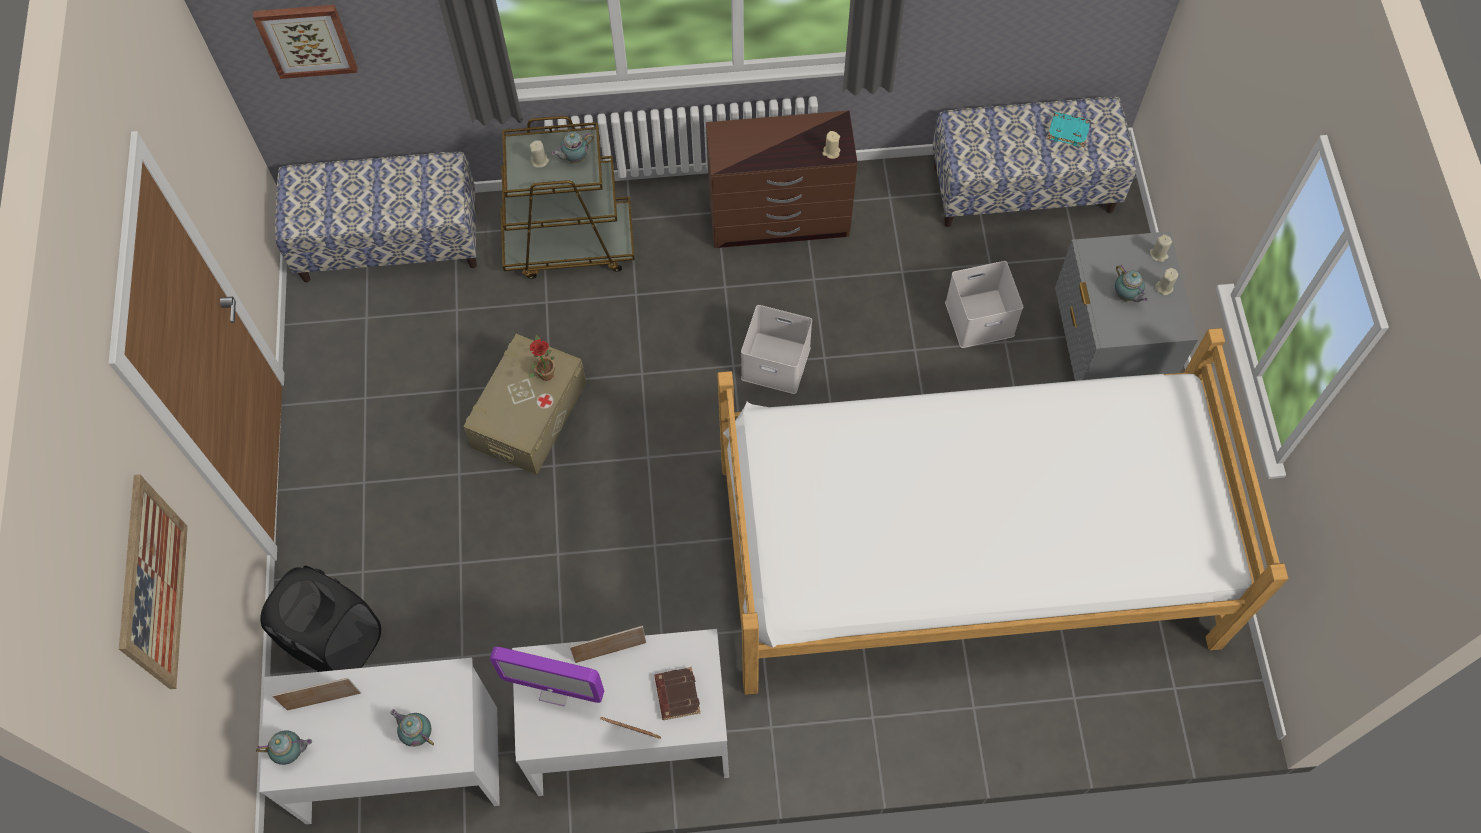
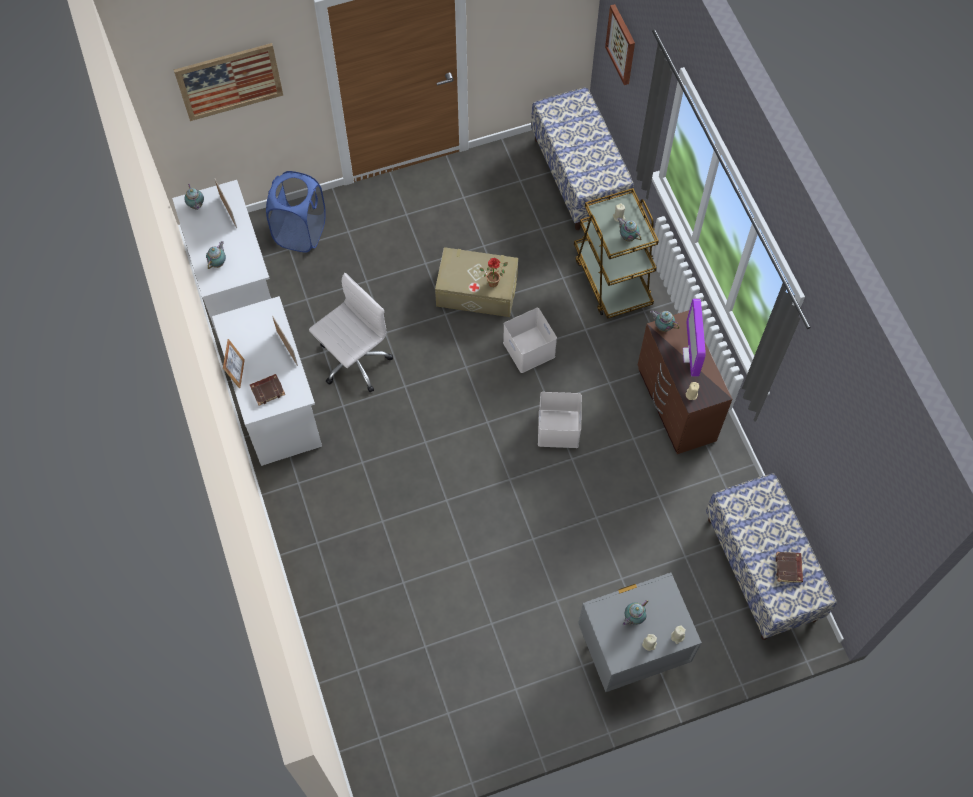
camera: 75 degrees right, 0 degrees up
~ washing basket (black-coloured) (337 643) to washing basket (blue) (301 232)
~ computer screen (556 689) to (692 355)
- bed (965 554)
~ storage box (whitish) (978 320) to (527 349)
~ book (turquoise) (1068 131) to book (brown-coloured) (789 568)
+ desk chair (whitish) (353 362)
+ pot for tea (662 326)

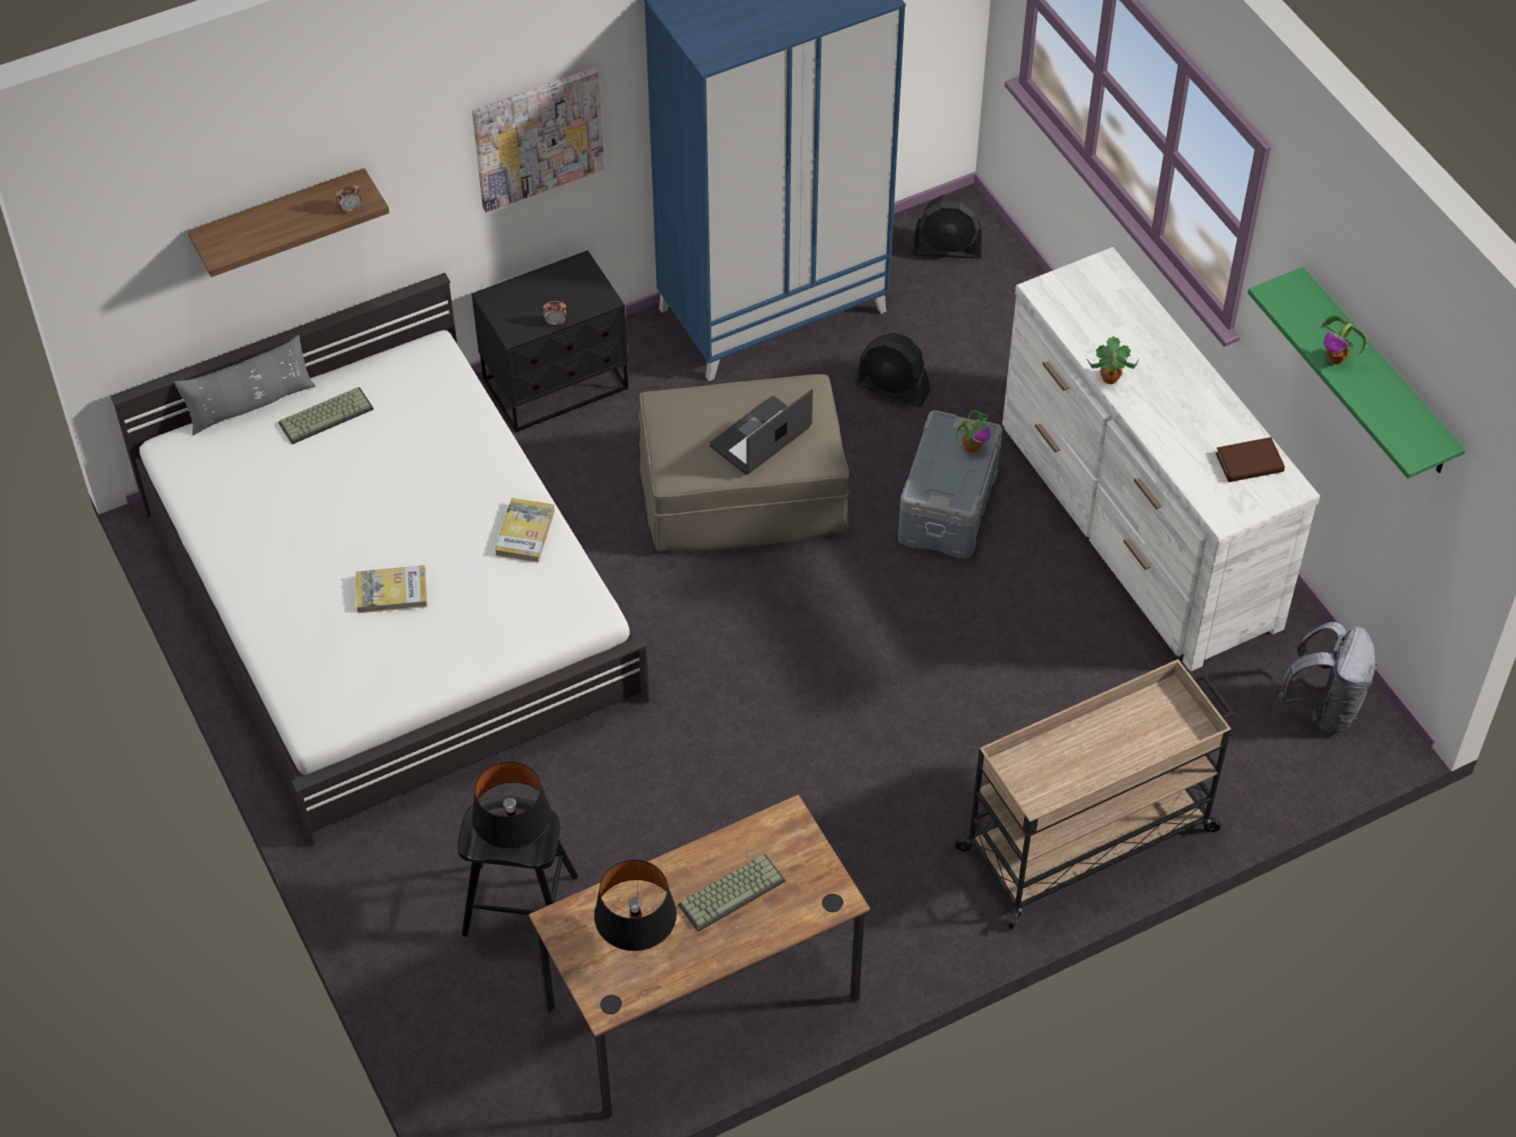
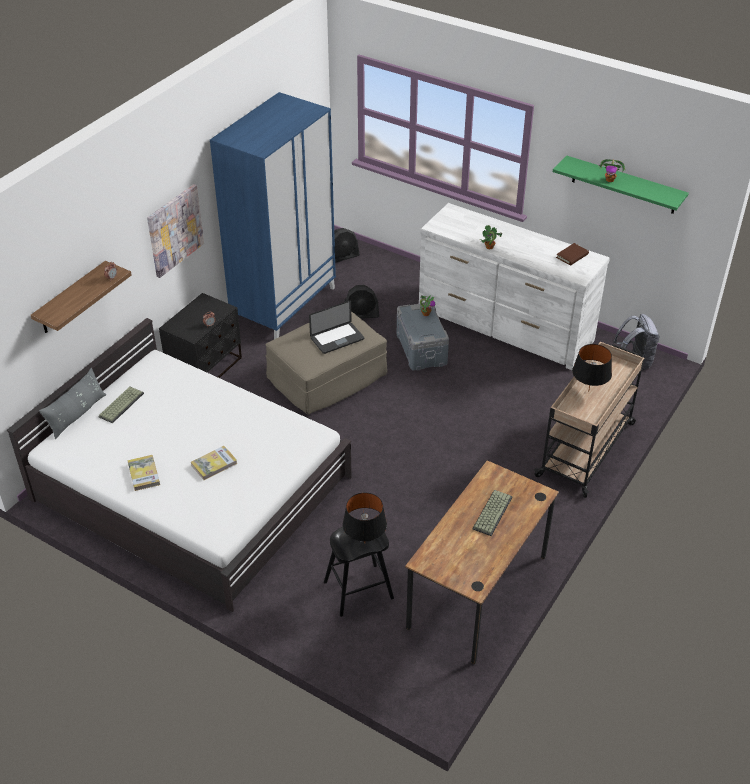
camera: 30 degrees left, 10 degrees down
~ book (525 532) to (144 474)
~ tabletop lamp (black-coloured) (637 941) to (588 391)
~ notebook computer (760 437) = (337 339) 135 degrees counterclockwise

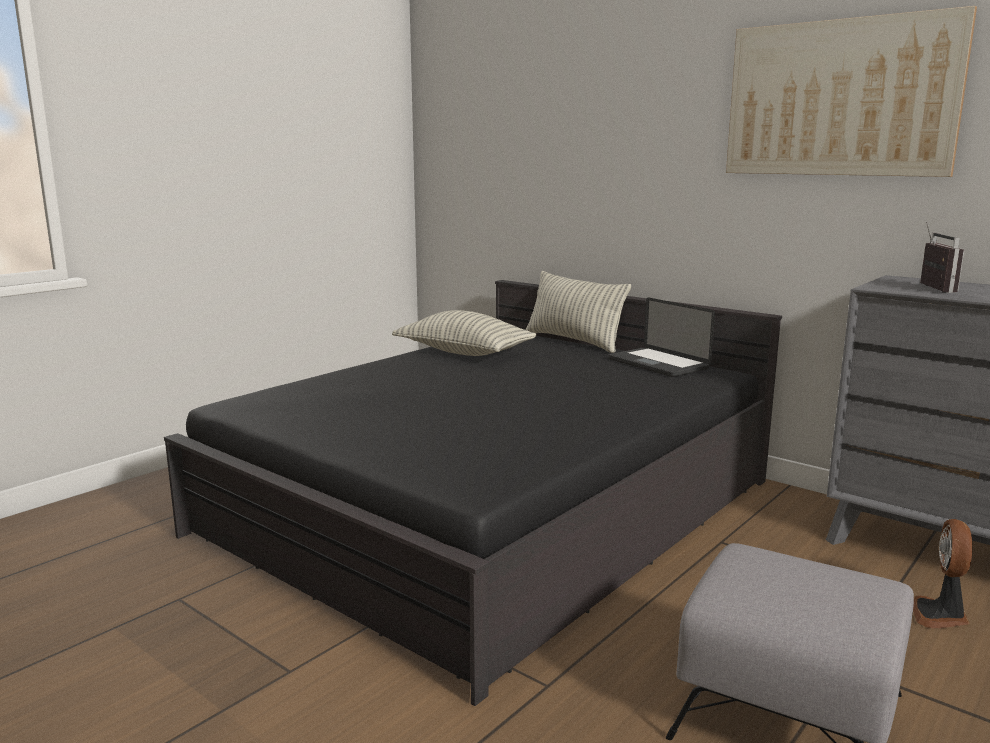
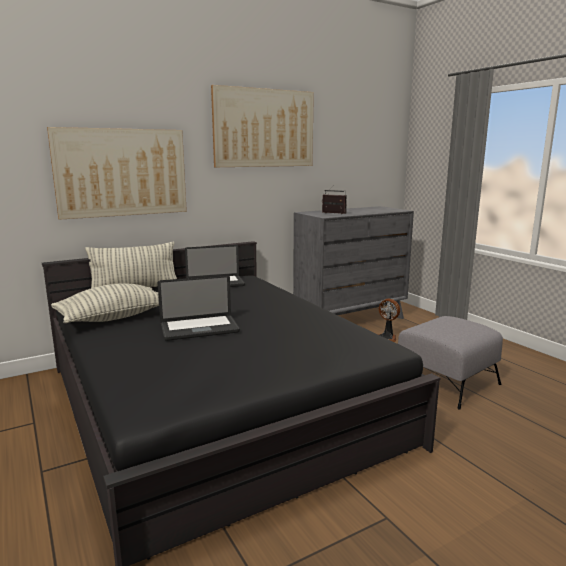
camera: 70 degrees left, 0 degrees up
+ picture (122 172)
+ notebook computer (199 329)

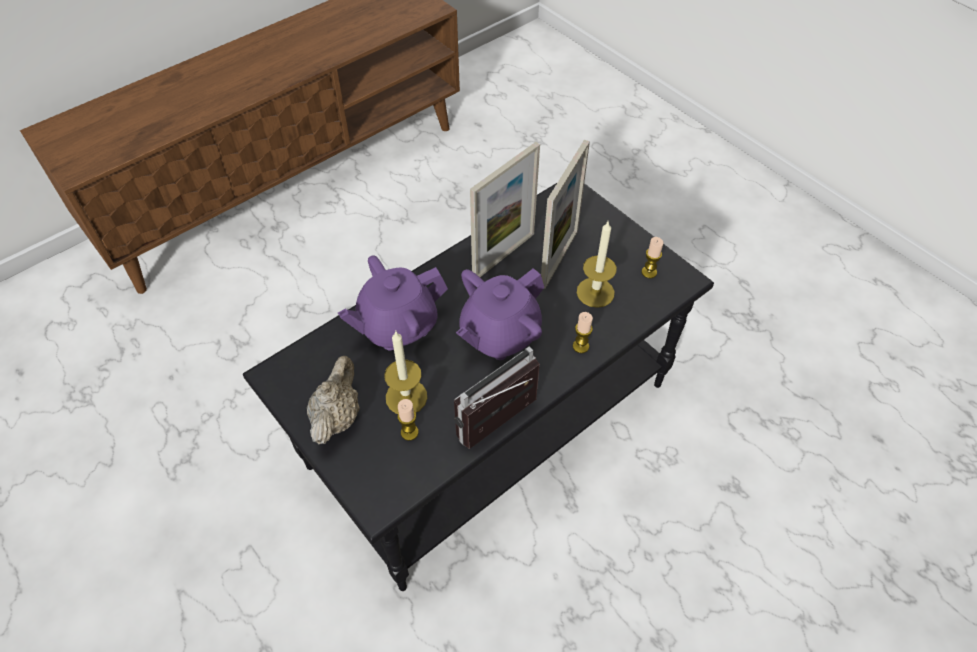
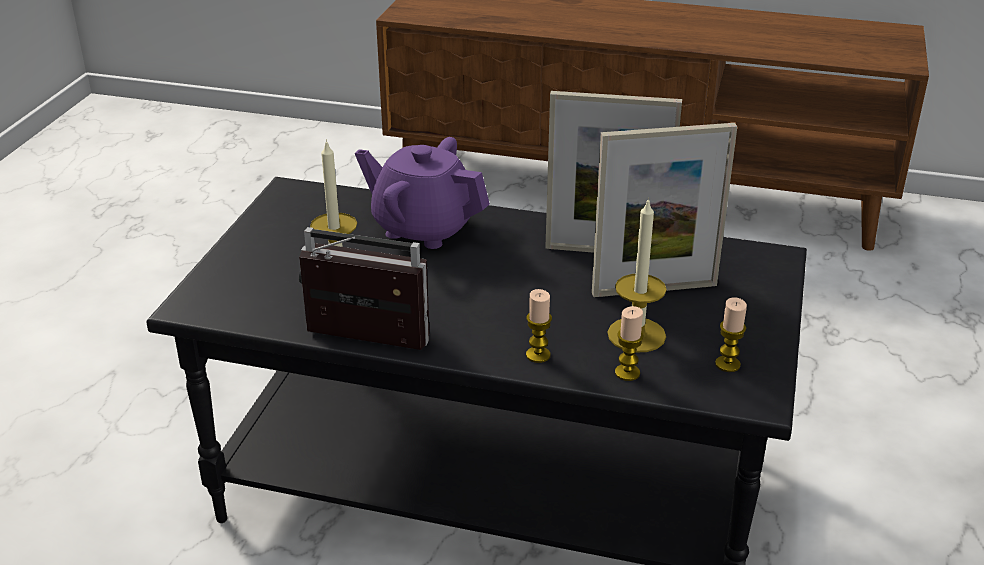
camera: 55 degrees right, 20 degrees down
- pot for tea (beige) (337 417)
~ candle (409 432) to (627 373)
- pot for tea (purple) (499 334)

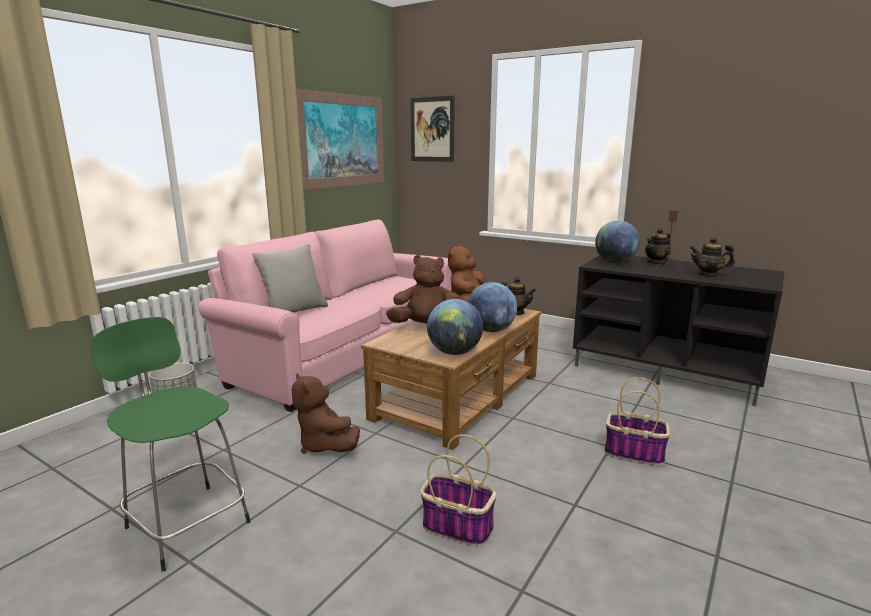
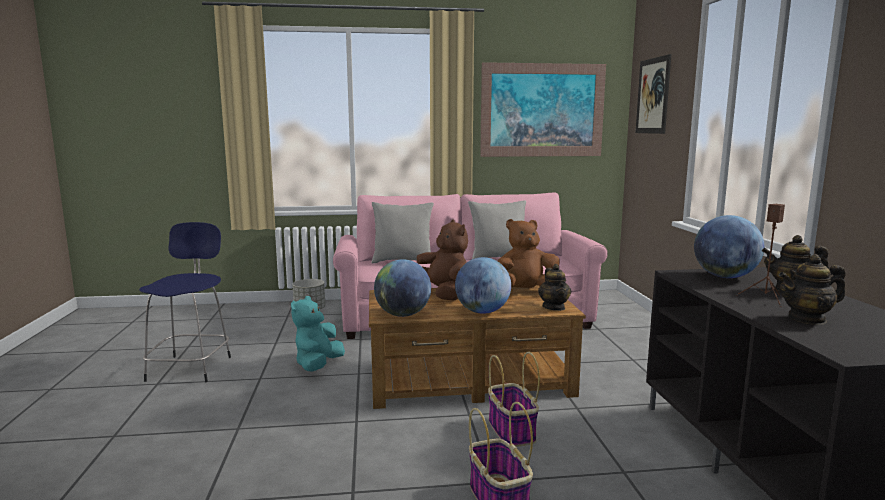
camera: 50 degrees right, 5 degrees down
~ stool seat (green) (186 522) to stool seat (blue) (191 367)
~ plush toy (brown-coloured) (325 445) to plush toy (turquoise) (318 365)
~ basket (456 526) to (511 430)
~ pot for tea (708 275) = (807 319) 75 degrees counterclockwise
+ cushion (greyish) (499 258)

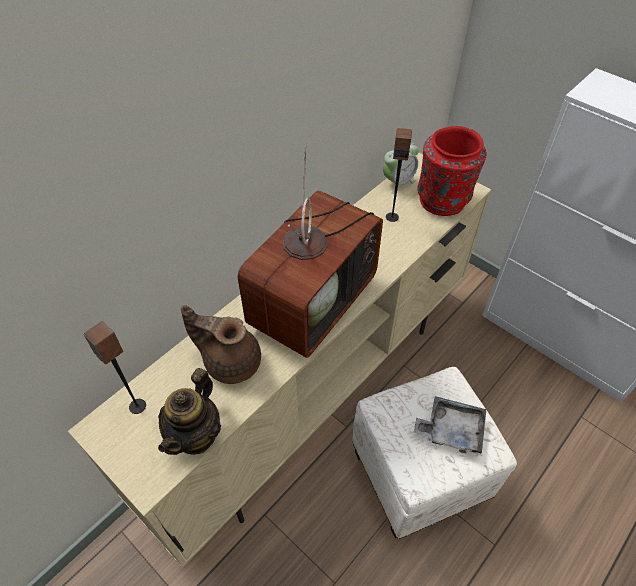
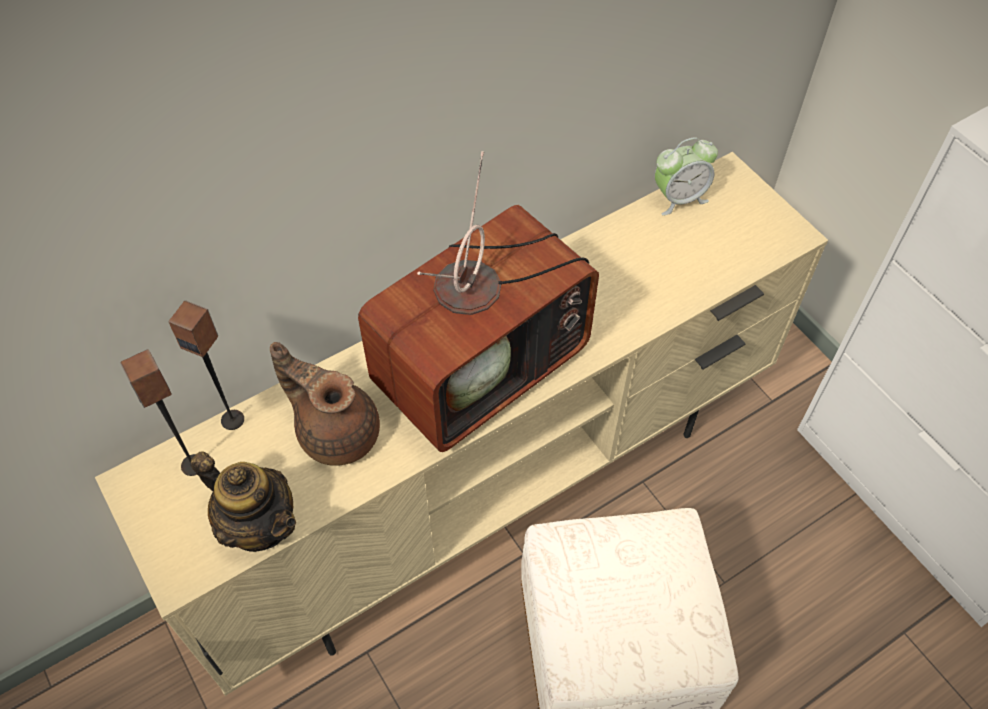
camera: 15 degrees right, 5 degrees up
~ pot for tea (196 434) = (259 524) 90 degrees counterclockwise
~ audio speaker (392 217) to (233 419)
- tray (greyish) (451 430)
- decorative vase (red) (443 200)

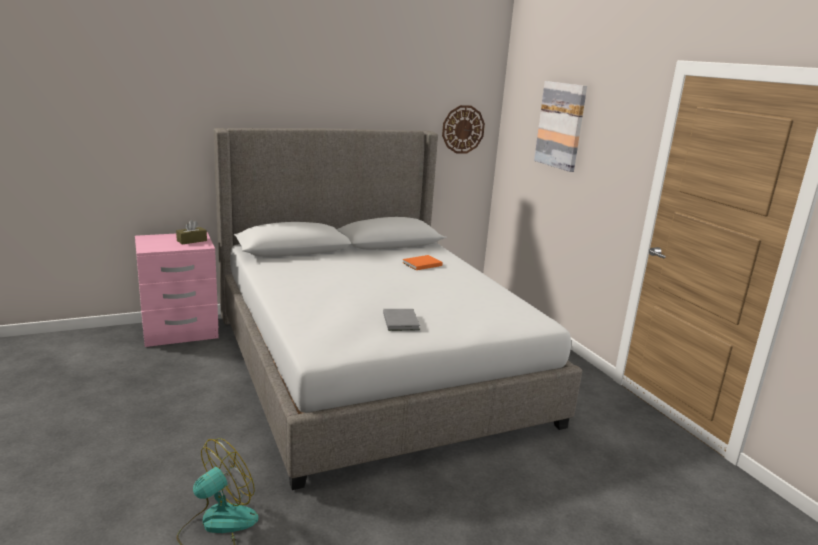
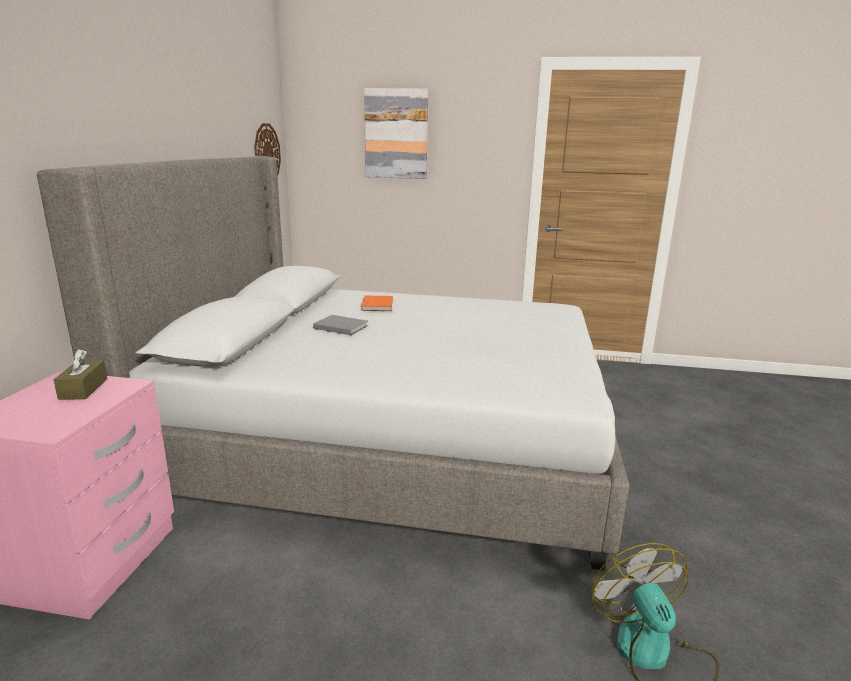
camera: 55 degrees left, 0 degrees up
~ book (greyish) (401 321) to (340 327)

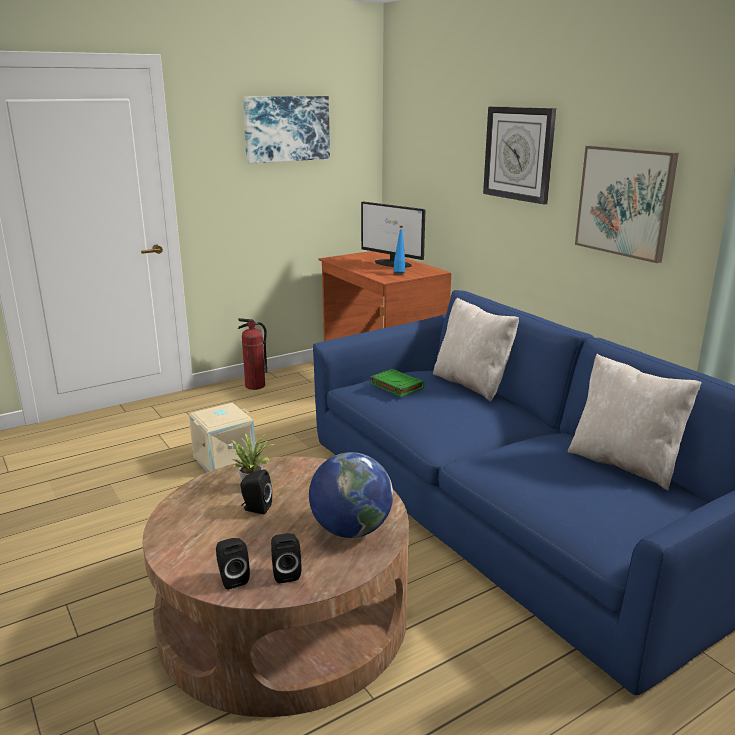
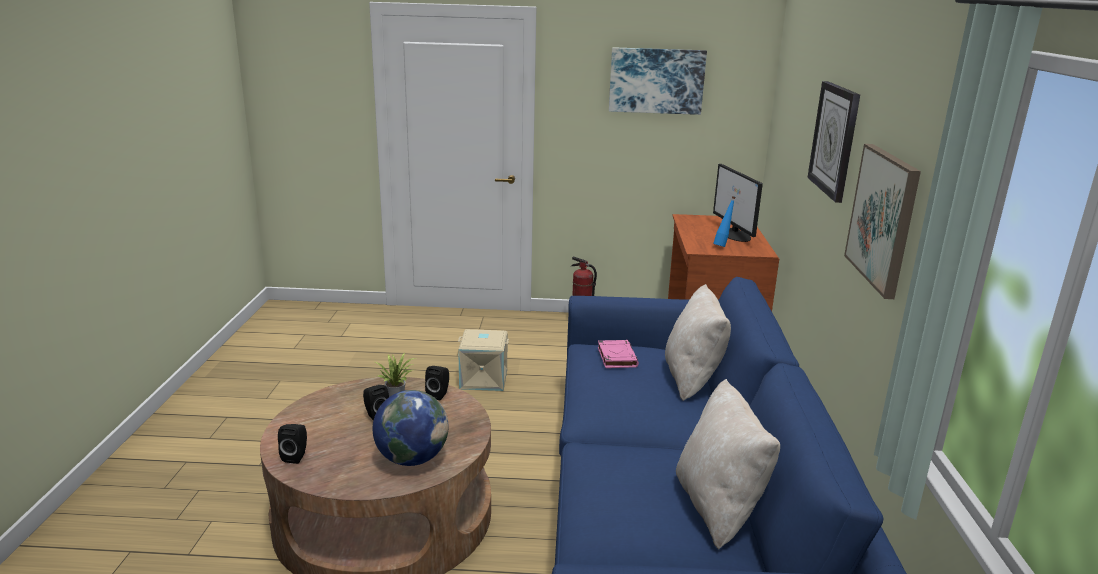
camera: 35 degrees right, 0 degrees up
~ audio speaker (black-coloured) (285 573) to (439 394)
~ book (green) (396 386) to book (pink) (616 357)

